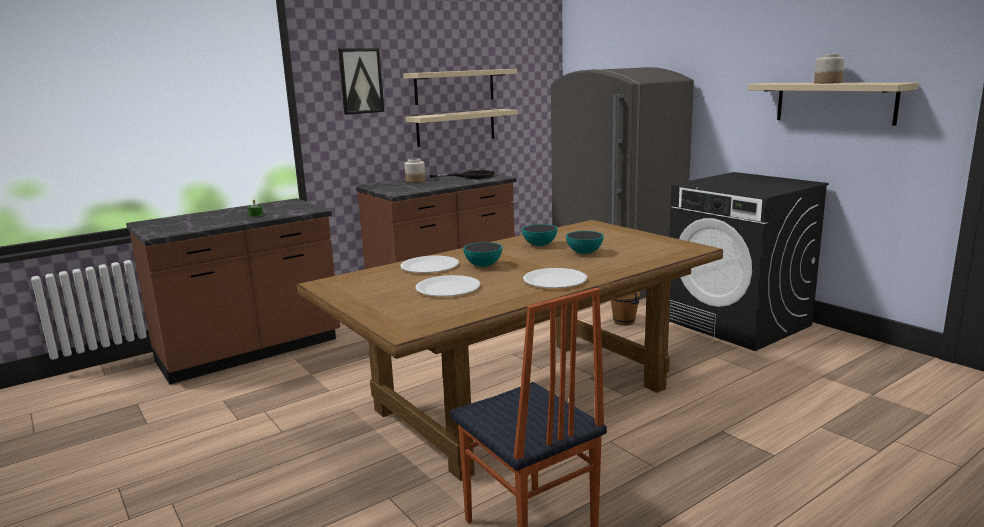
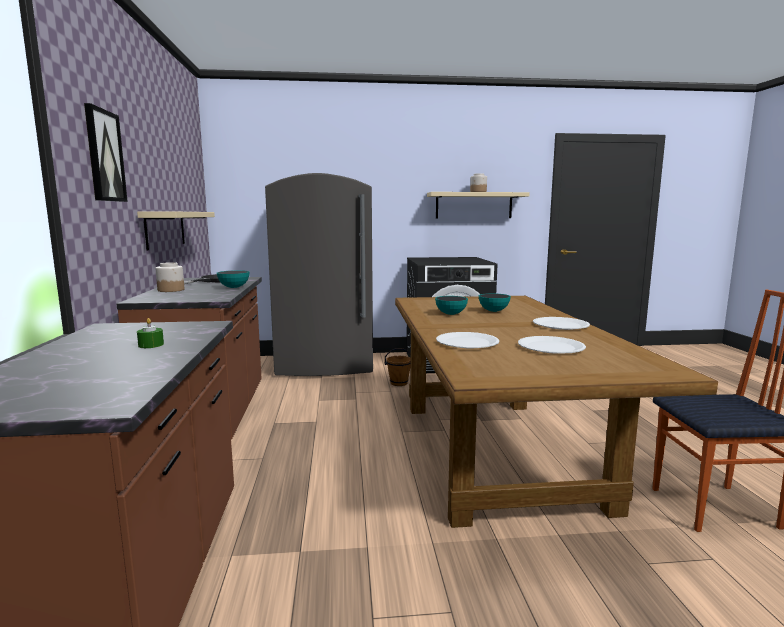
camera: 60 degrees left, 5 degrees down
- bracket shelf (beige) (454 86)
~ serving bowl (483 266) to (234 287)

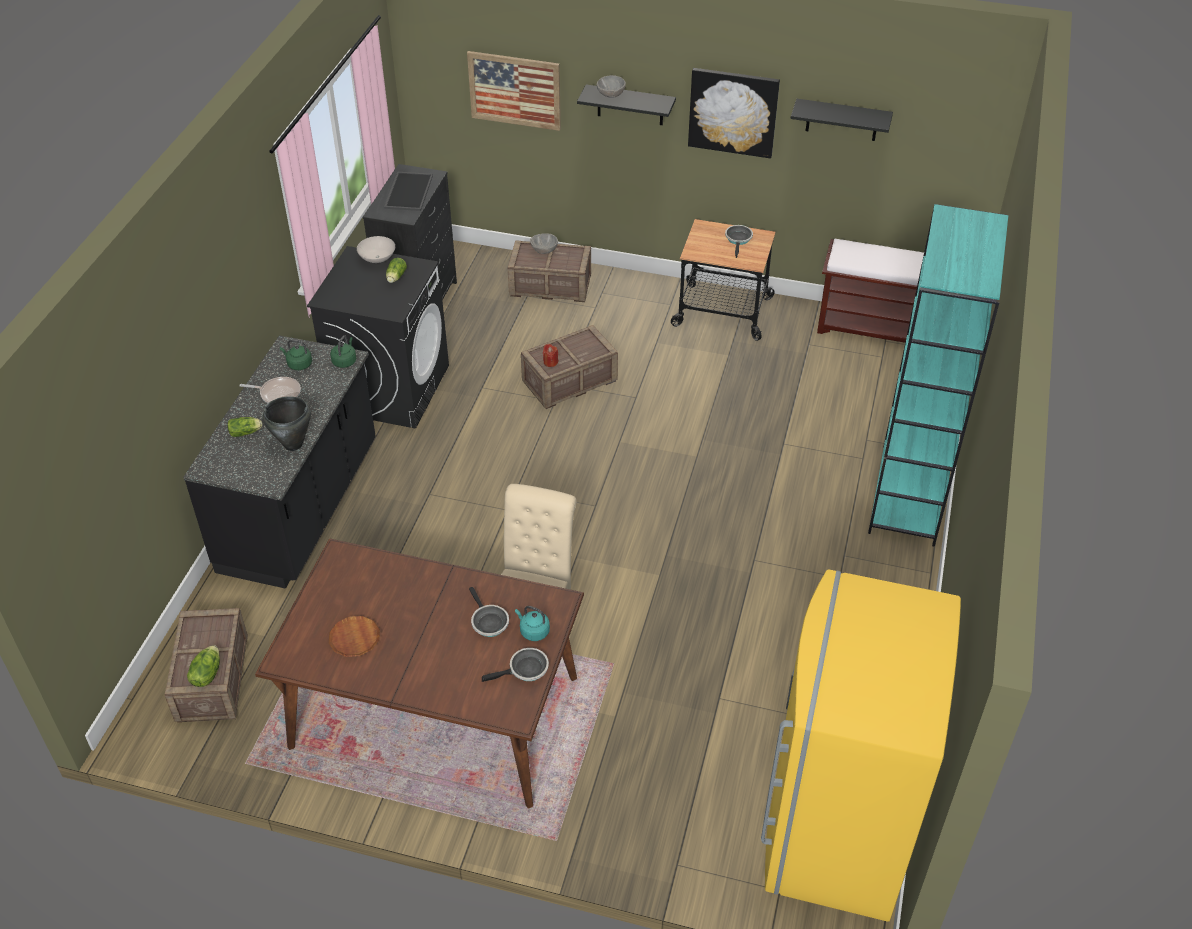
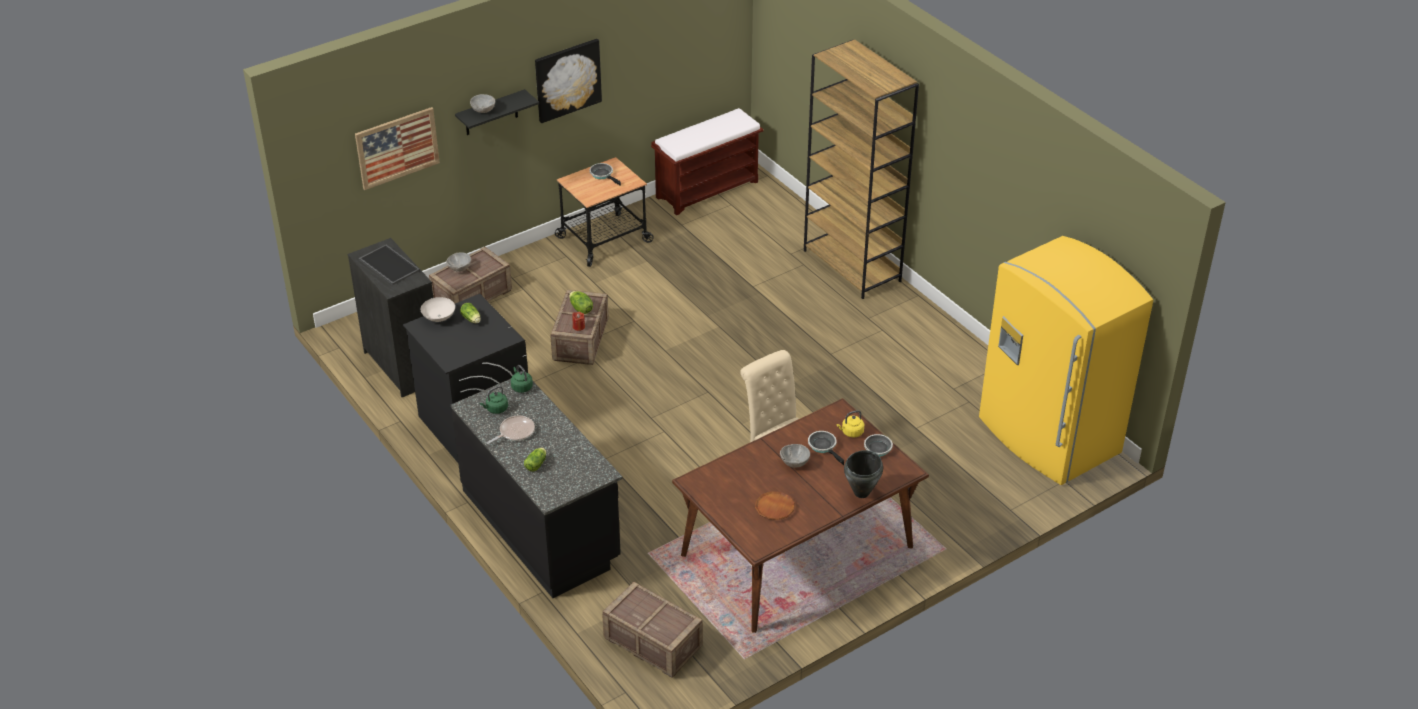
camera: 50 degrees left, 5 degrees down
~ lettuce (206 674) to (580 309)
~ saucepot (black-coloured) (293 445) to (862 492)
~ frying pan (488 622) = (824 446) 135 degrees counterclockwise
~ tea kettle (turquoise) (533 631) to tea kettle (yellow) (851 432)
- bracket shelf (black-coloured) (842 120)
~ bookshelf (turquoise) (908 495) to bookshelf (brown-coloured) (852 266)
+ serving bowl (greyish) (794 463)

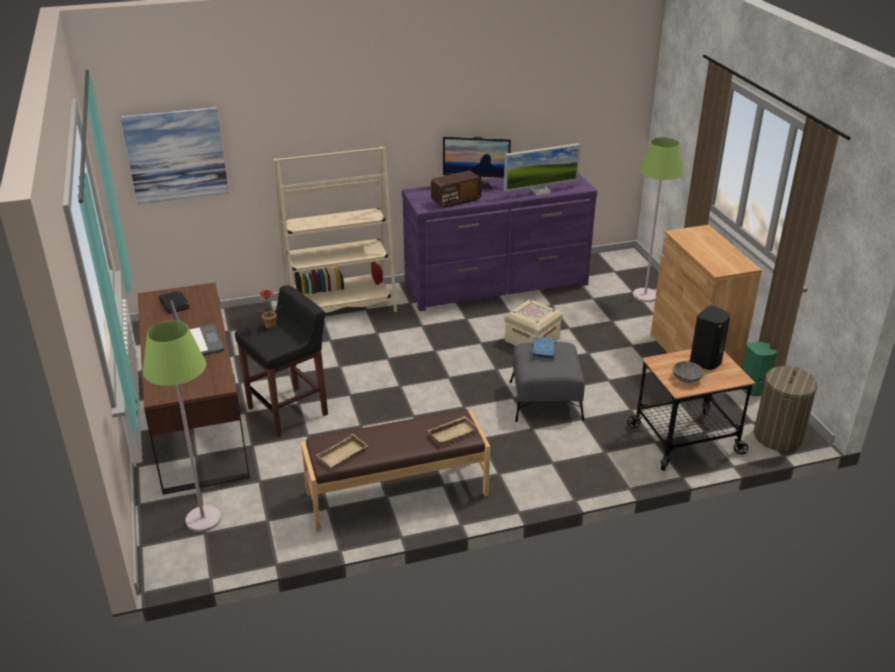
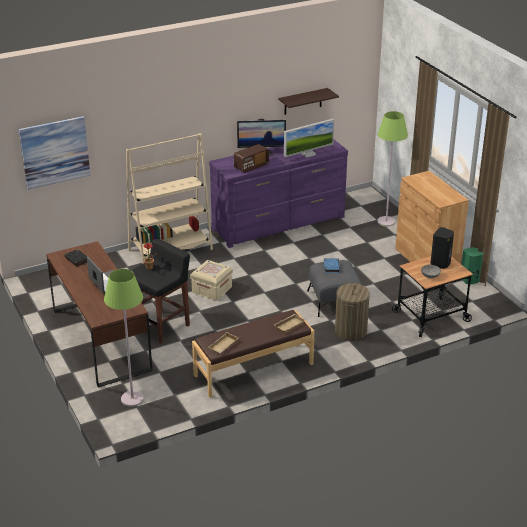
camera: 10 degrees left, 0 degrees up
~ storage box (beige) (532 340) to (212 289)
~ washing basket (777 436) to (351 331)
+ bracket shelf (303 101)

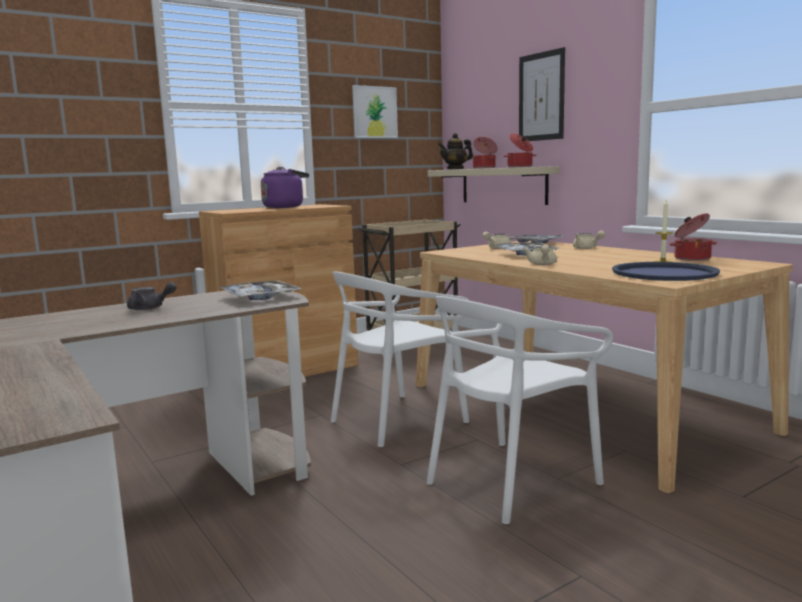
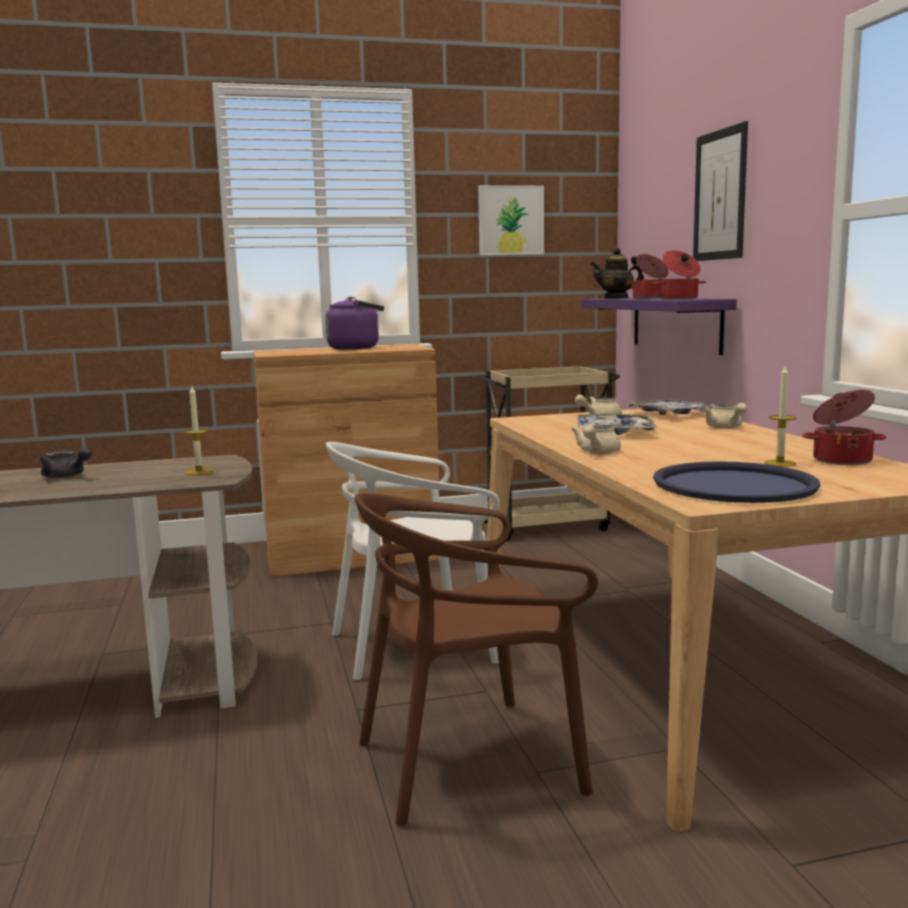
camera: 20 degrees right, 0 degrees up
~ tray (260 297) to candle (199 472)
~ plain chair (whitish) (511 480) to plain chair (brown-coloured) (469 762)
~ bracket shelf (beige) (503 185) to bracket shelf (purple) (675 323)

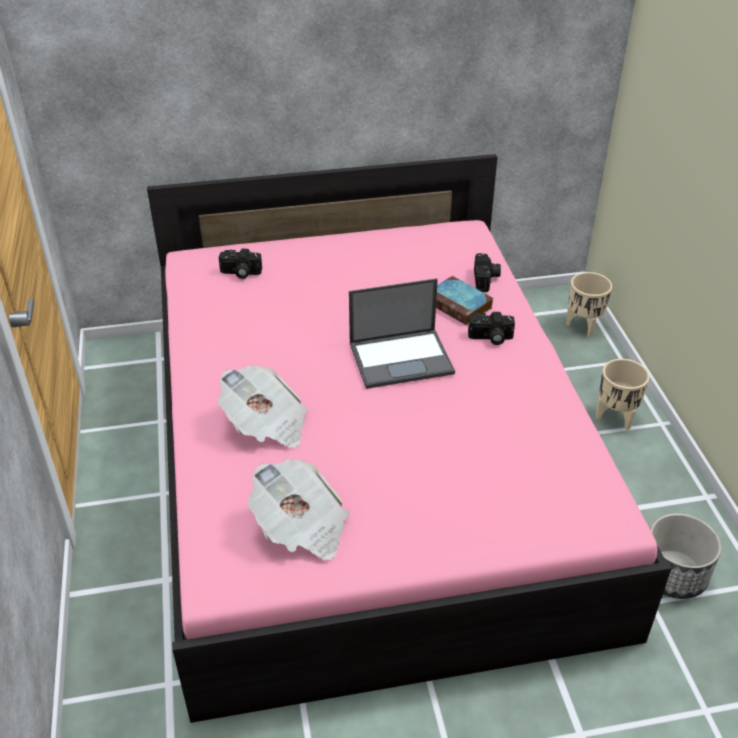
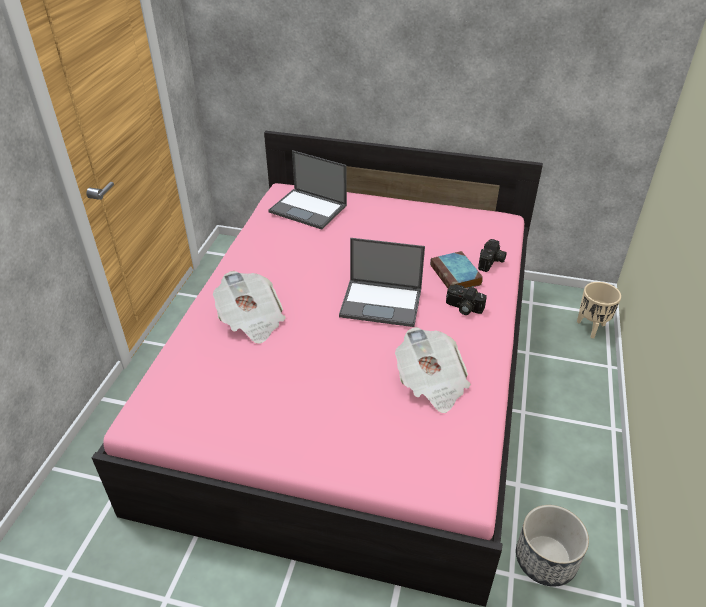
camera: 25 degrees right, 0 degrees up
~ photo camera (240 273) to notebook computer (309 209)
~ printed paper (301 527) to (431 383)
- flower pot (beige) (615 417)

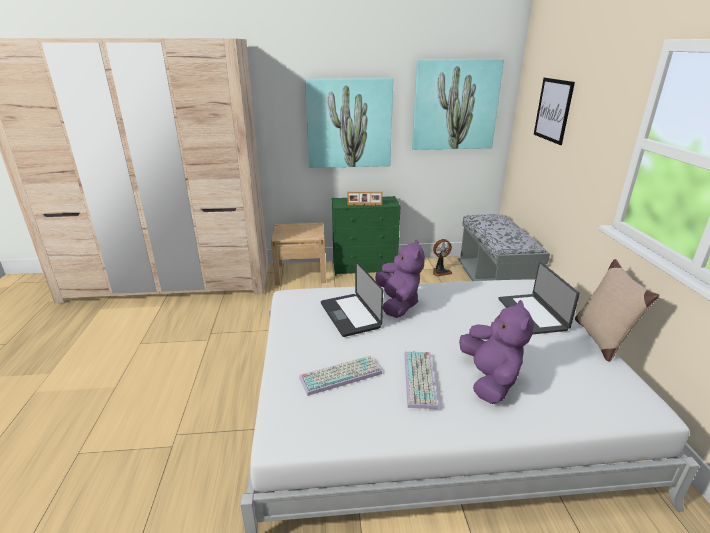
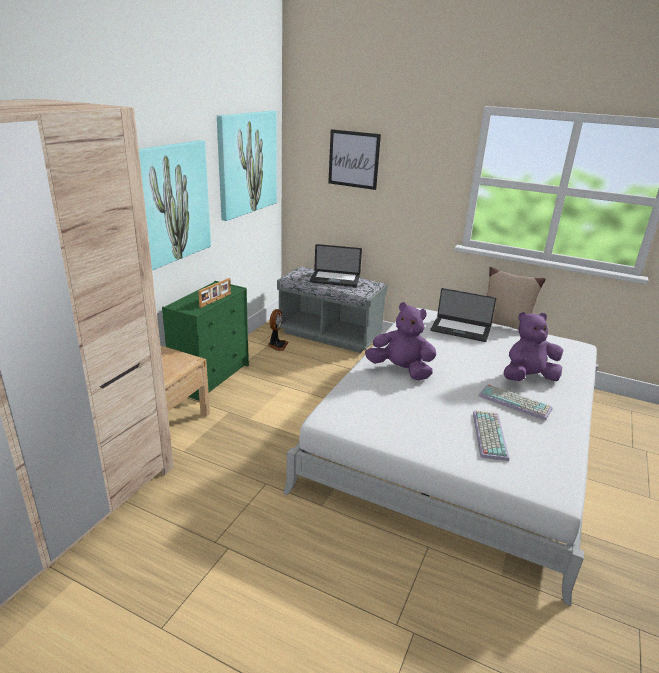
camera: 60 degrees left, 0 degrees up
~ notebook computer (350 315) to (335 280)
~ plush toy (purple) (489 380) = (528 378) 45 degrees counterclockwise

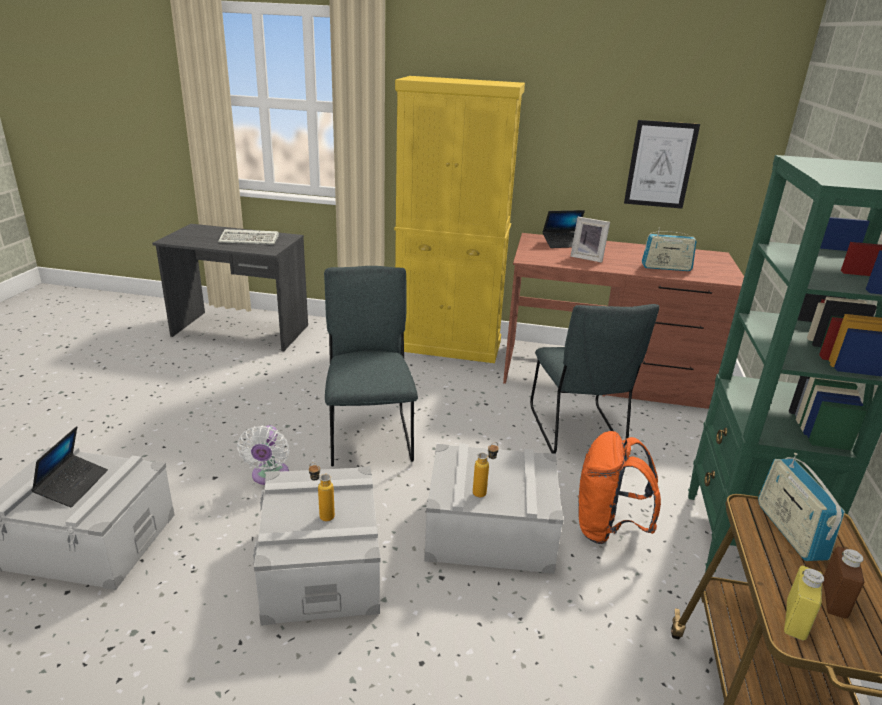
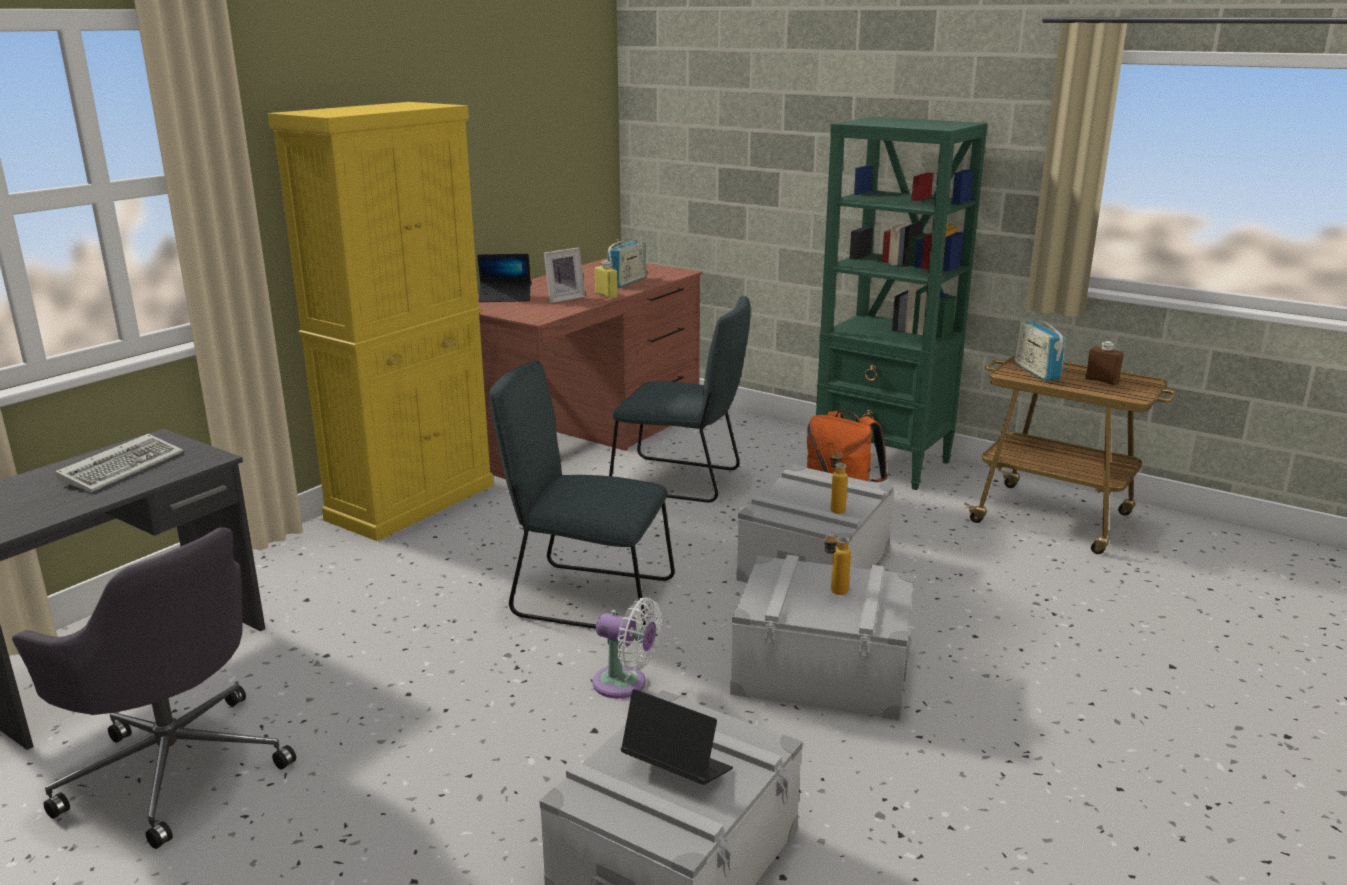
camera: 65 degrees left, 5 degrees down
~ notebook computer (563 243) = (505 297) 75 degrees clockwise
- picture (660 164)
~ radio (789 531) = (1036 371) 60 degrees clockwise
~ bottle (yellow) (795 620) to (606 295)
+ desk chair (greyish) (174 766)

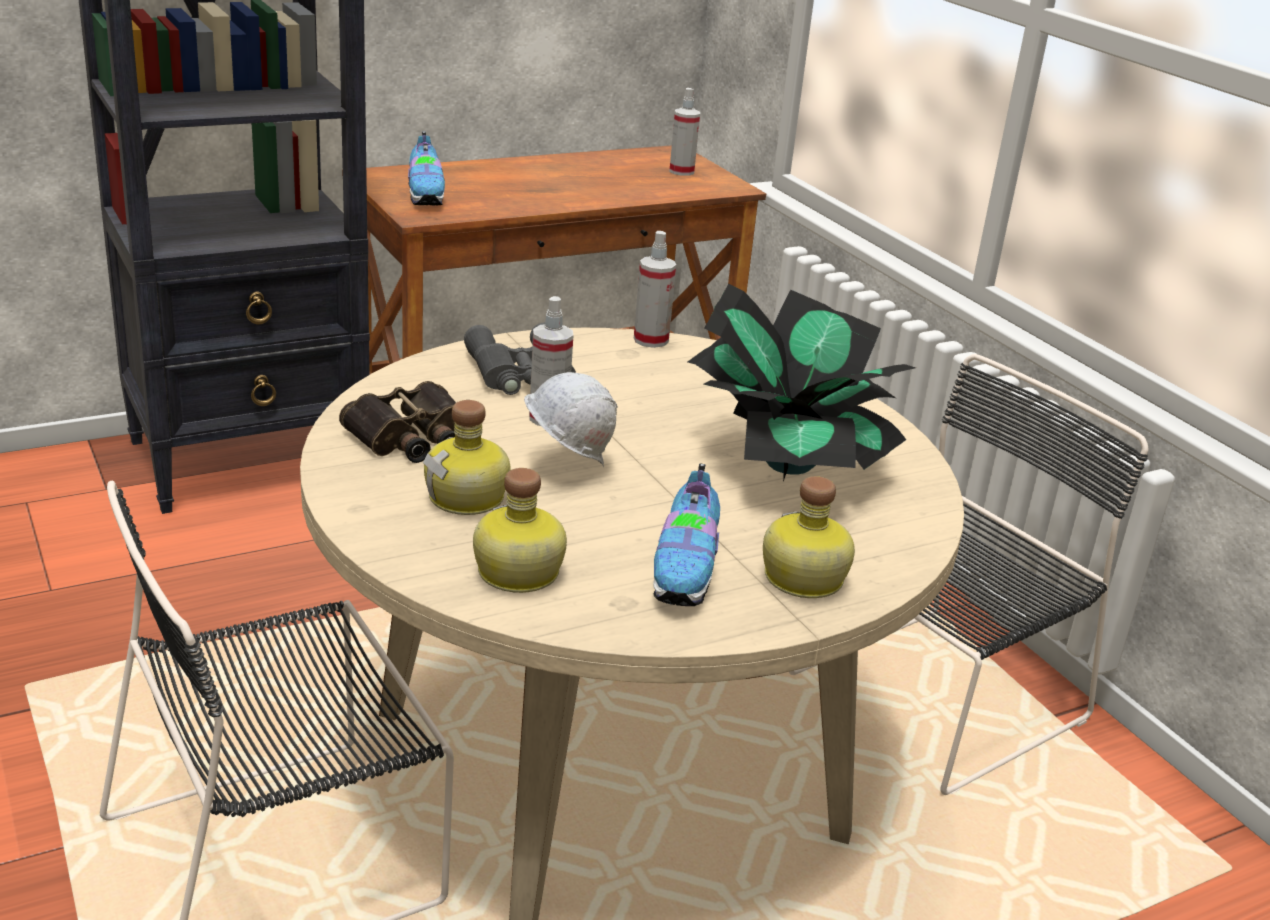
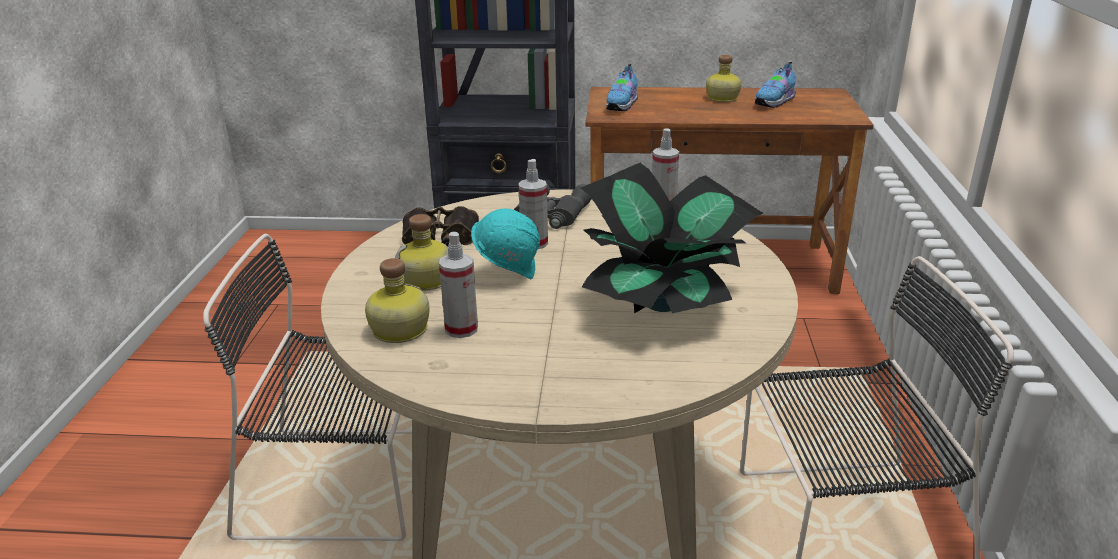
camera: 35 degrees right, 0 degrees up
~ hard hat (whitish) (565 466) to hard hat (turquoise) (508 274)
~ item of footwear (686 573) to (775 102)
~ hand sprayer (681 171) to (461 329)
~ bottle (801 579) to (721 98)

